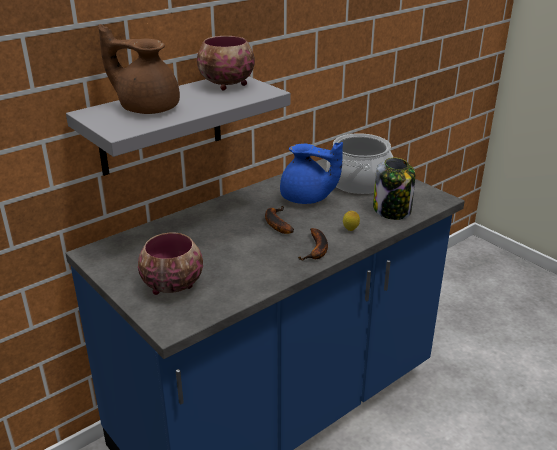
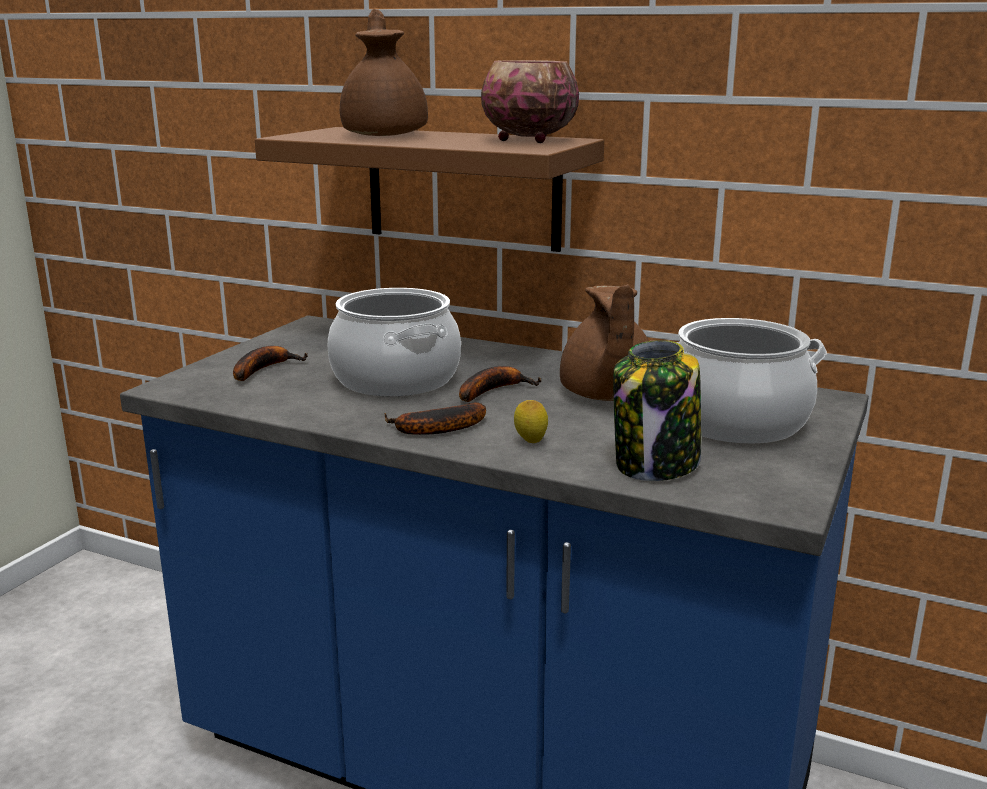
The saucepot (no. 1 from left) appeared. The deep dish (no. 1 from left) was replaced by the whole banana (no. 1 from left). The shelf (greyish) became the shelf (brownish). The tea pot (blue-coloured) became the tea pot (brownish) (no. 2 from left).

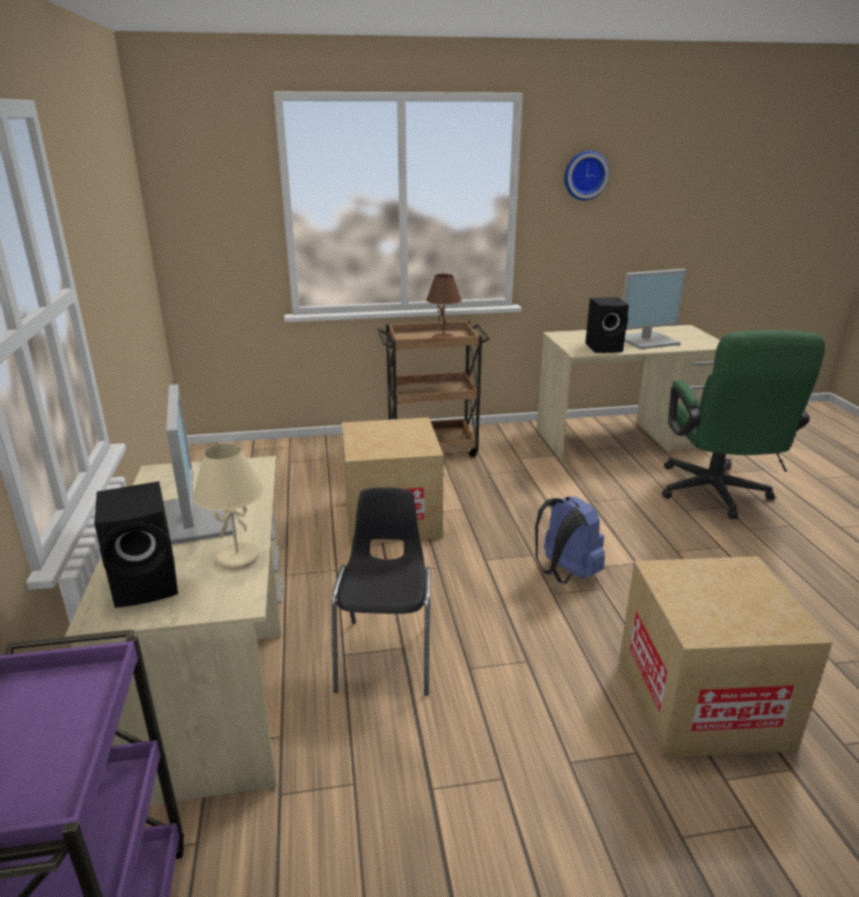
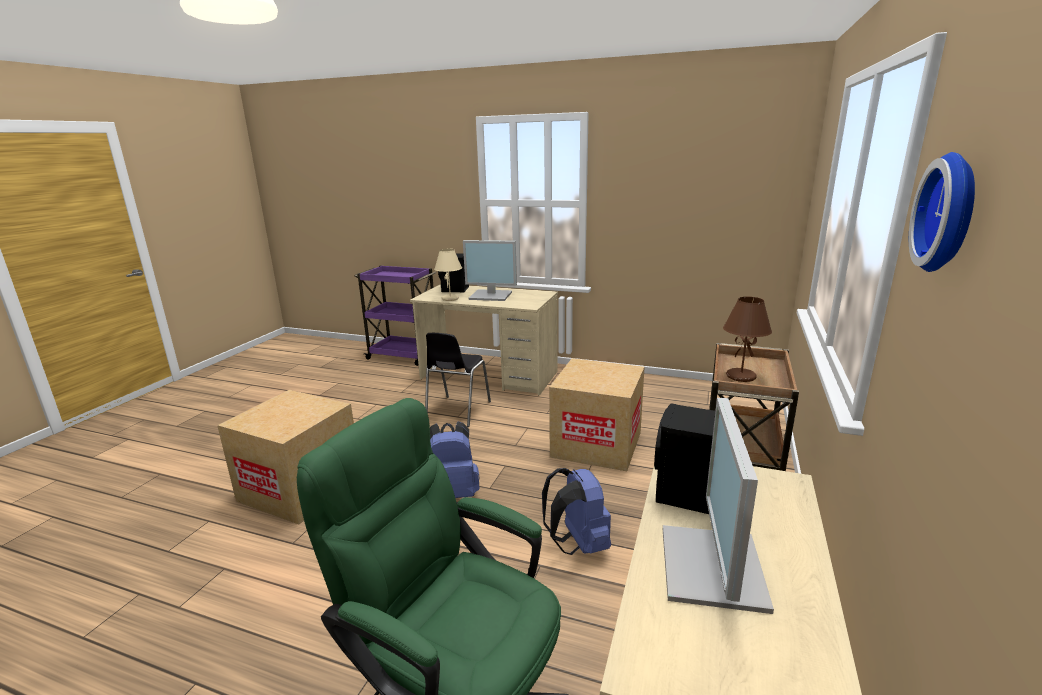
The knapsack (blue-coloured) (no. 2 from left) appeared. The chair (blackish) turned 75 degrees clockwise.

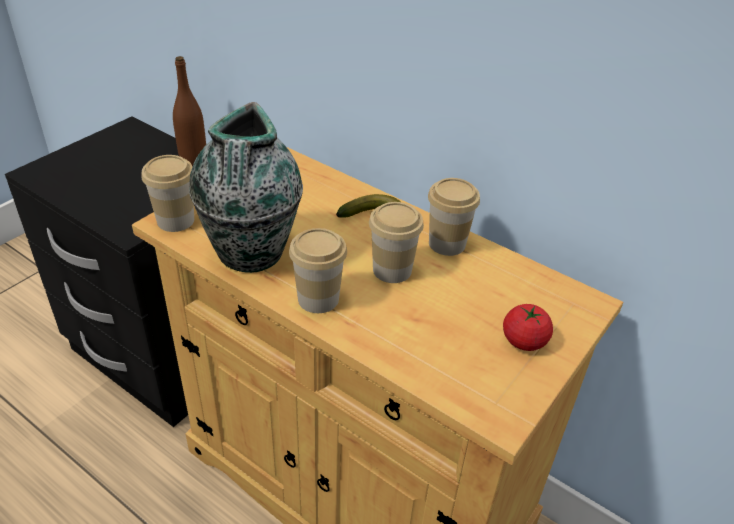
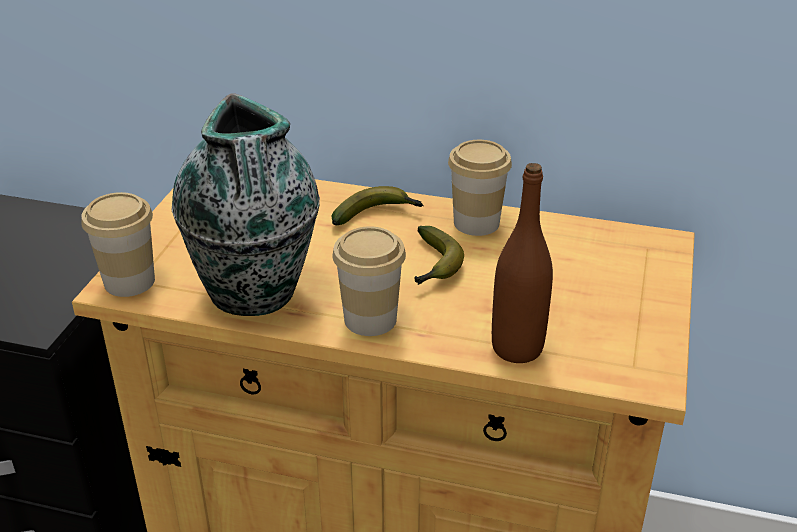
The whole tomato disappeared. The bottle (brownish) moved. The drinking cup (no. 3 from left) was replaced by the whole banana (no. 2 from left).

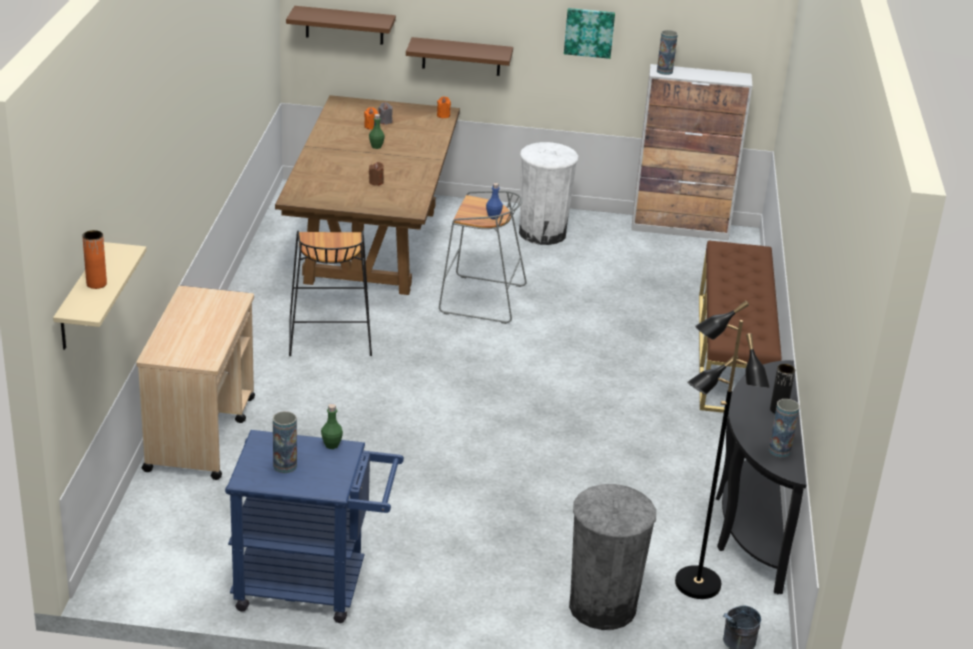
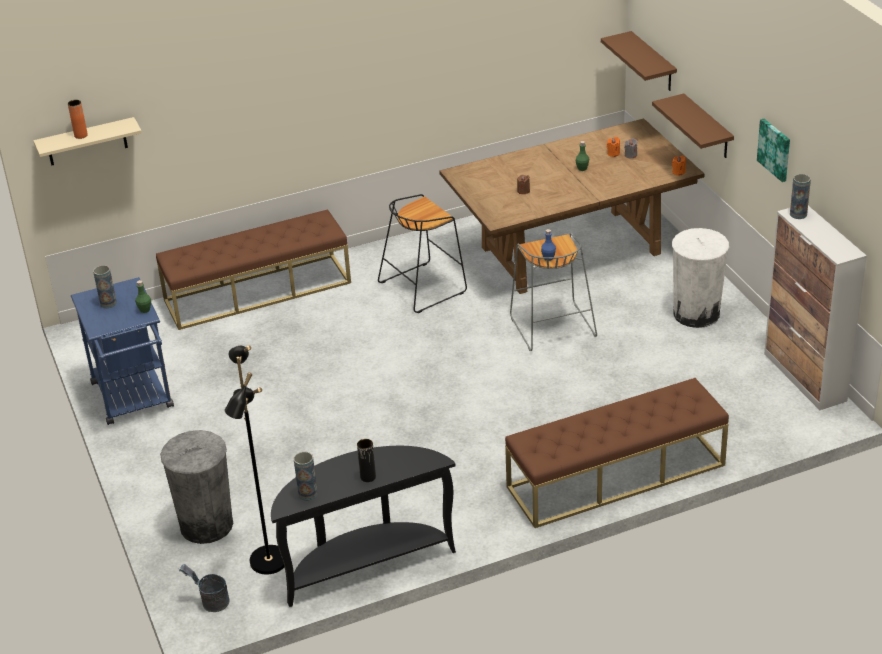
The wheeled cart (sand-coloured) was replaced by the long seat (brownish) (no. 1 from left).

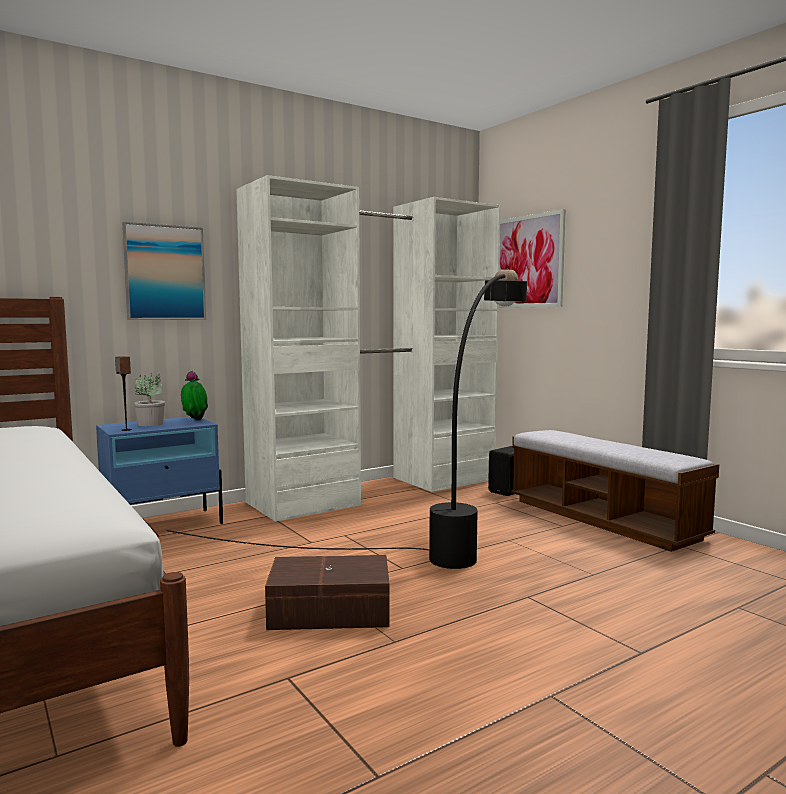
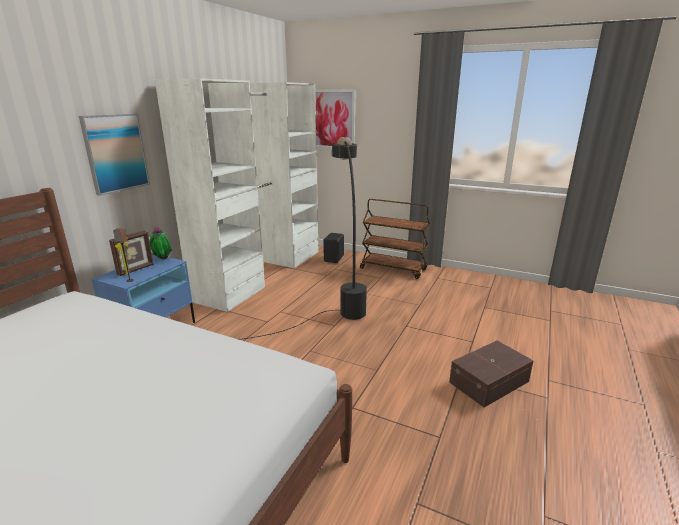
The storage container (brownish) moved. The houseplant (no. 1 from left) was replaced by the photo frame. The long seat was replaced by the wheeled cart (brownish).

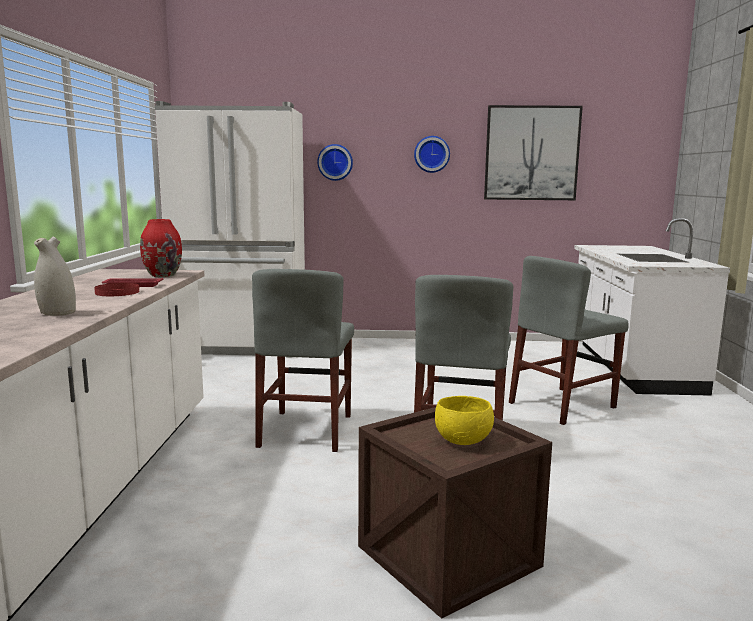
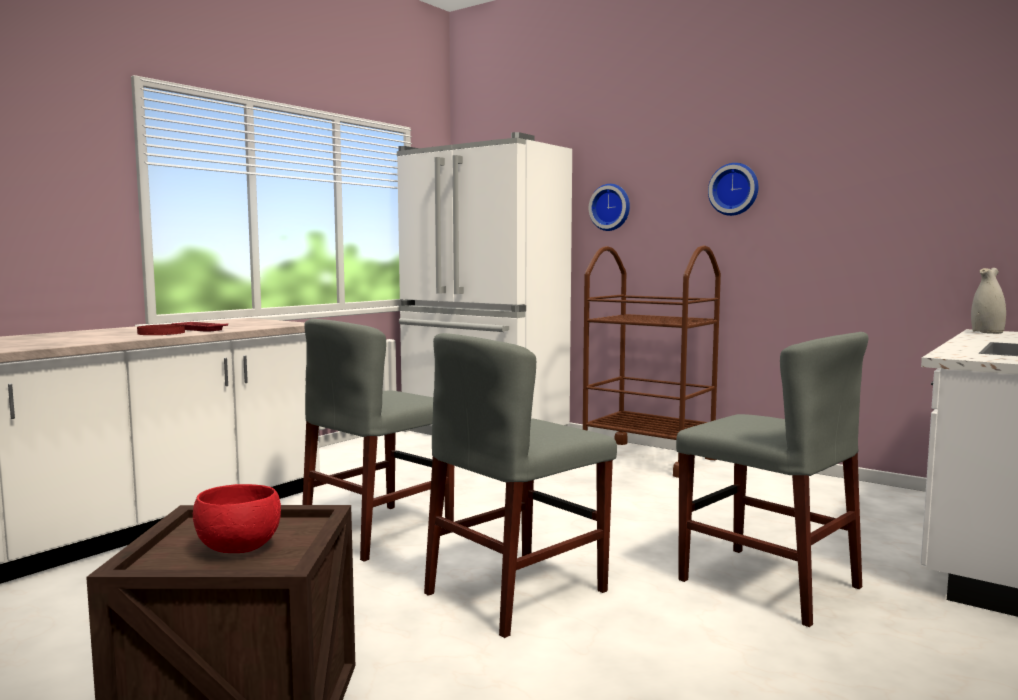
The flower vase (red) disappeared. The wall art disappeared. The wheeled cart (brownish) appeared. The flower vase (white) moved. The deep dish (yellow) became the deep dish (red). The chair (greyish) (no. 3 from left) turned 135 degrees counterclockwise.

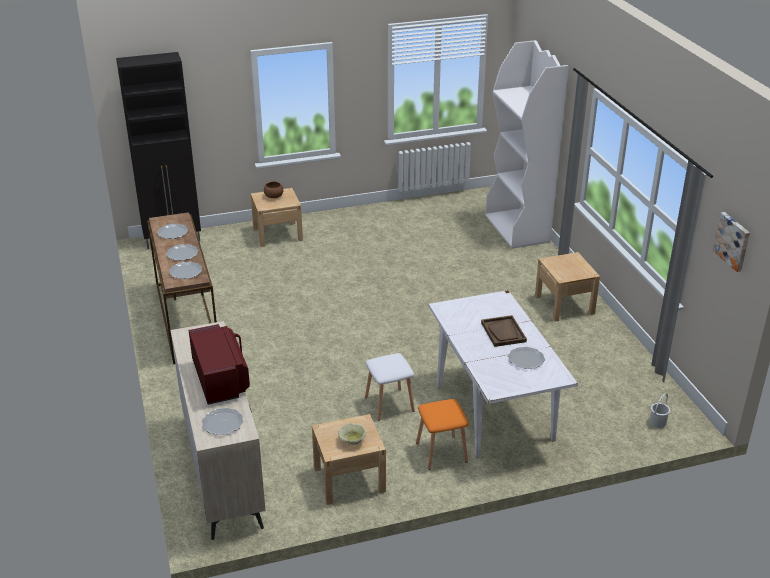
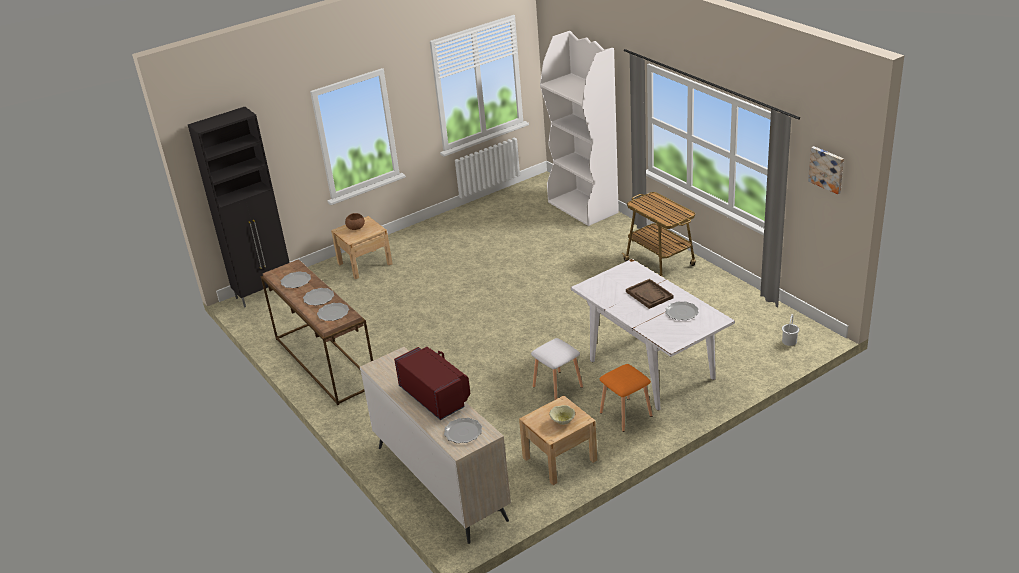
The bedside table (sand-coloured) (no. 3 from left) was replaced by the wheeled cart.

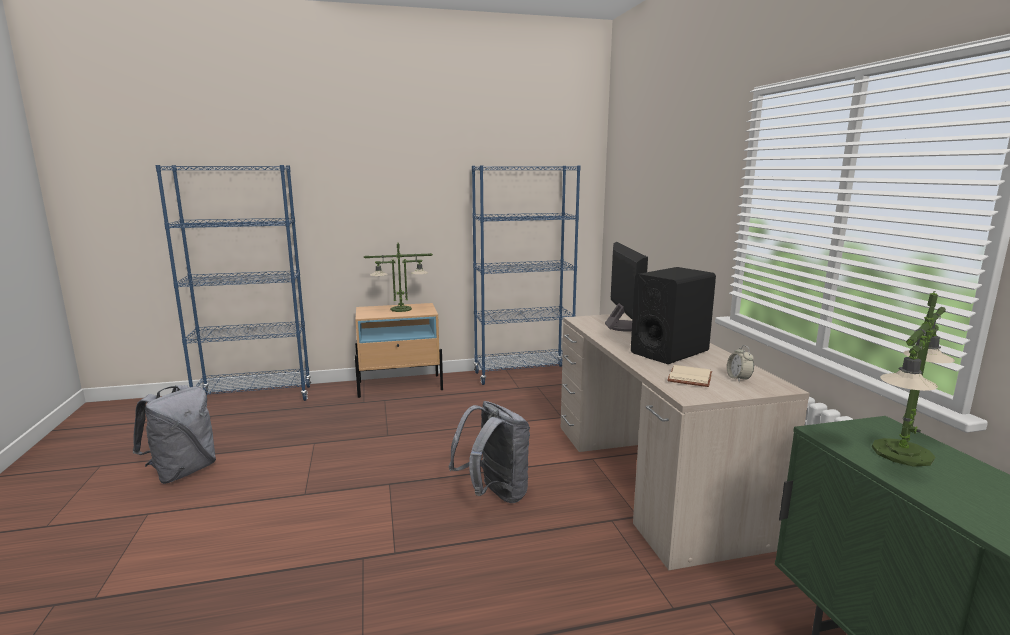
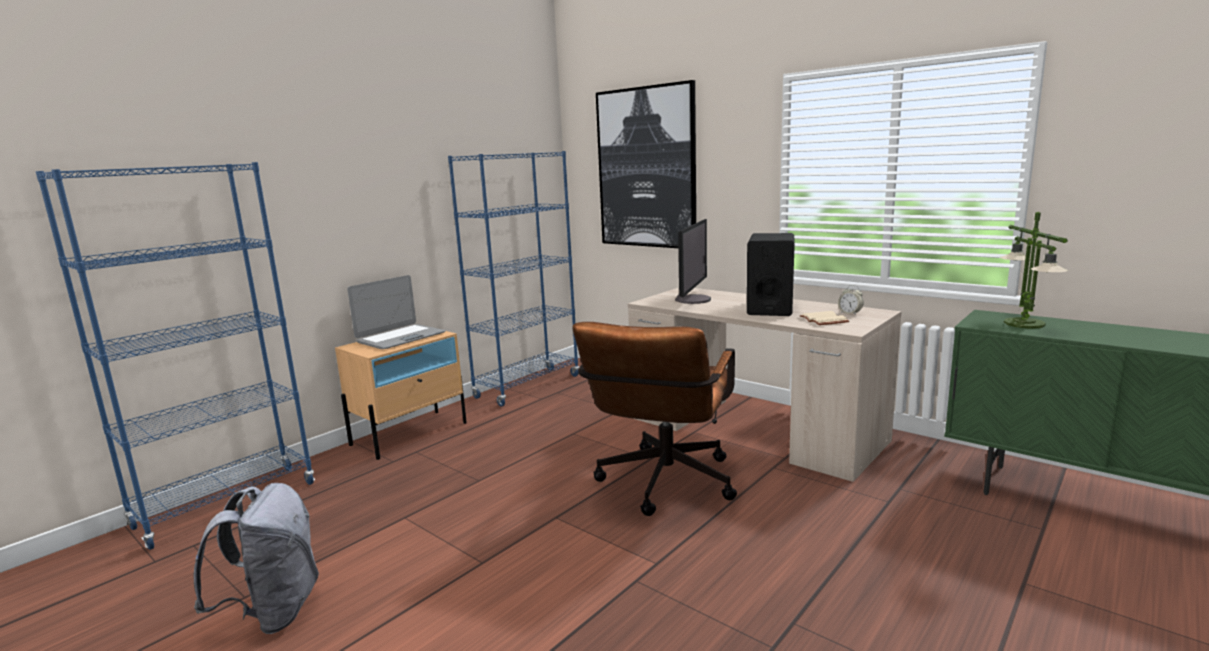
The wall art appeared. The table lamp (no. 1 from left) was replaced by the portable computer. The knapsack (greyish) (no. 2 from left) was replaced by the office chair (brownish). The computer screen turned 60 degrees clockwise.

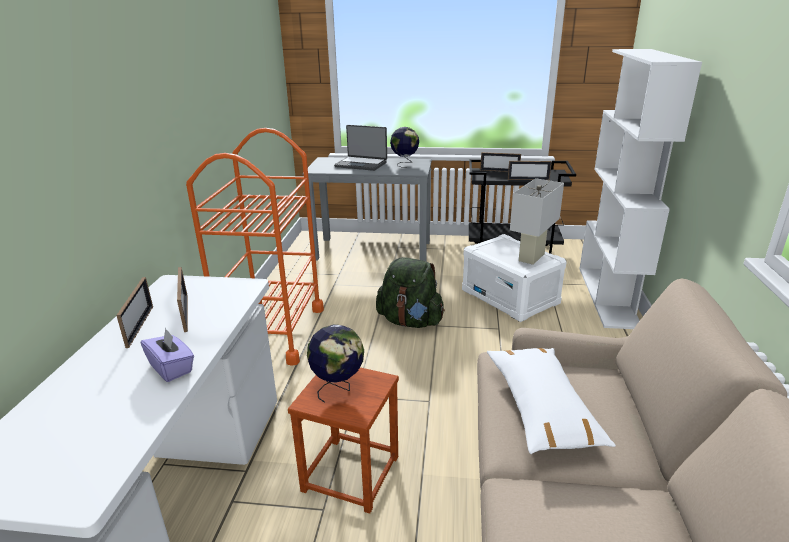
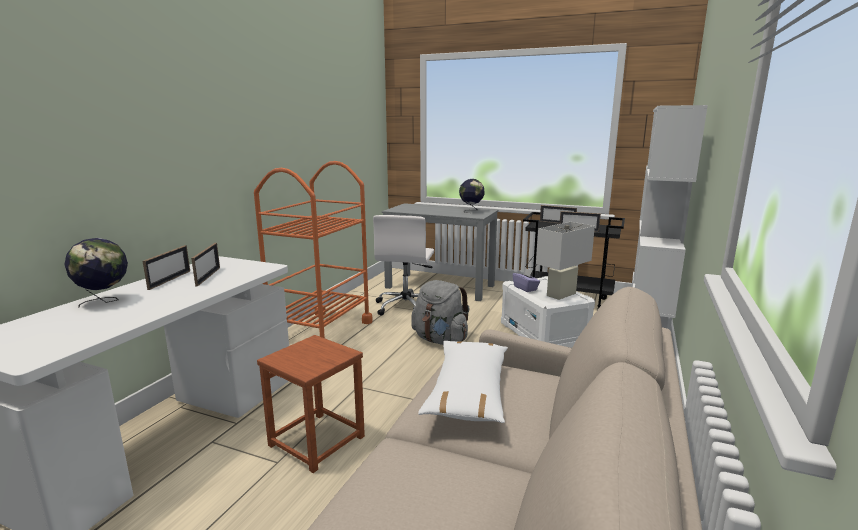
The portable computer disappeared. The office chair (white) appeared. The box of tissues (purple-coloured) moved. The globe (no. 1 from left) moved. The knapsack (green) became the knapsack (greyish).

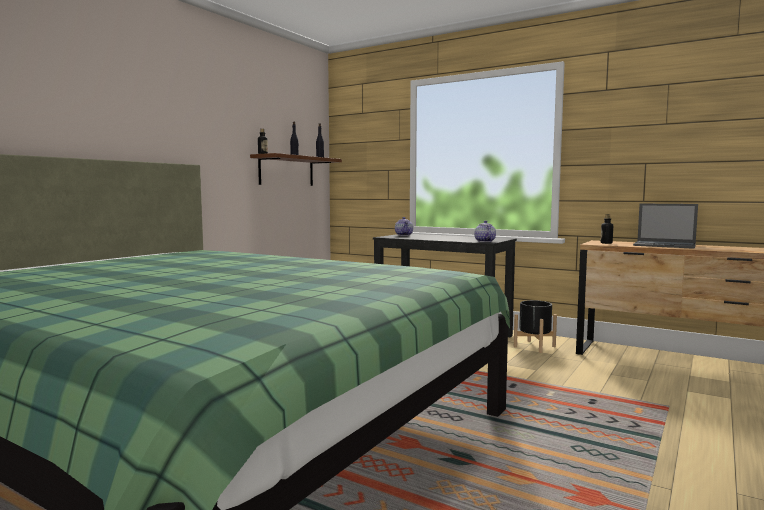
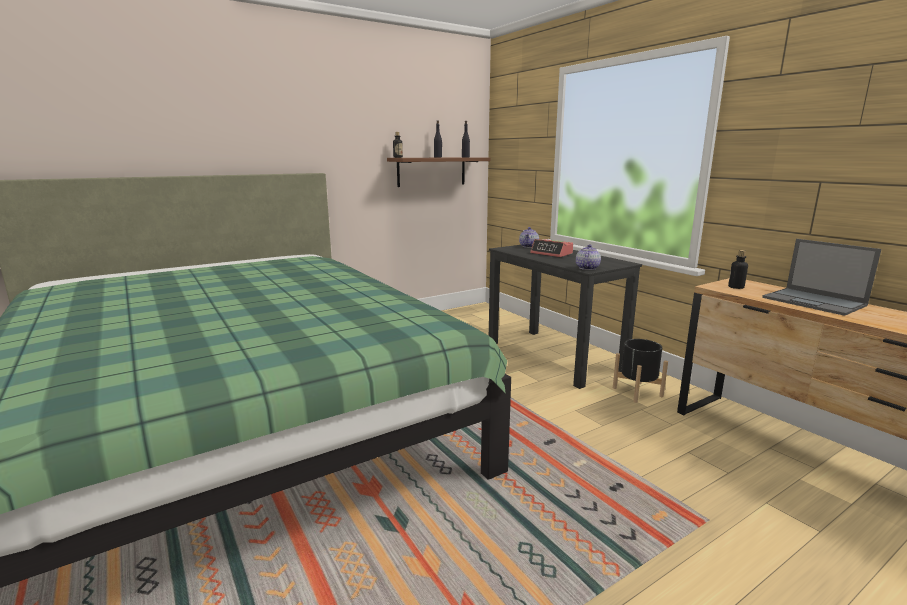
The alarm clock appeared.

